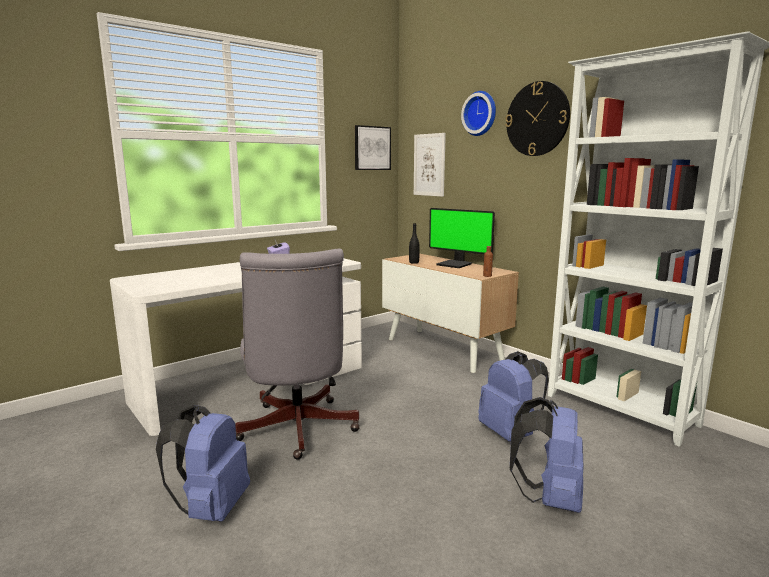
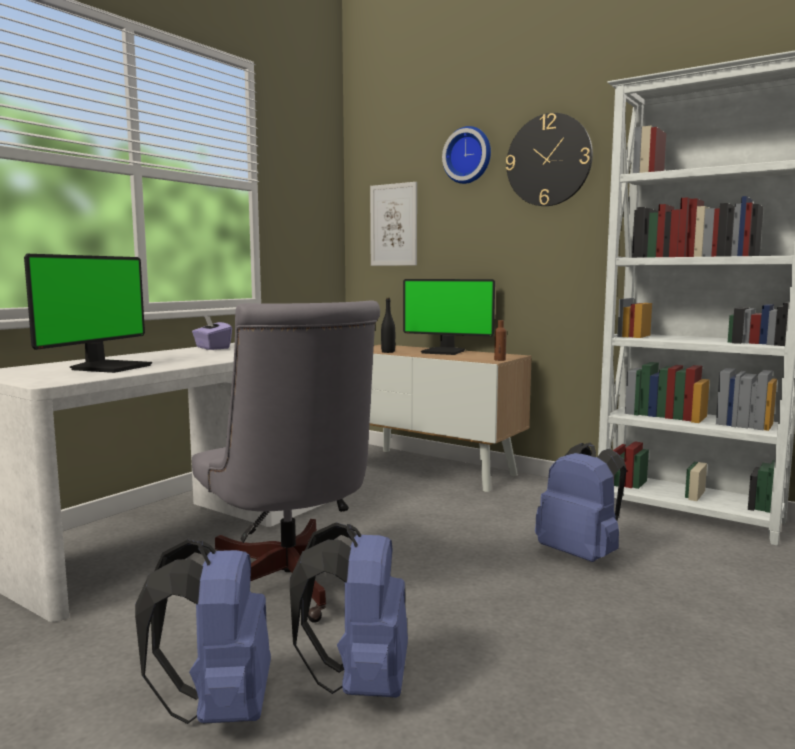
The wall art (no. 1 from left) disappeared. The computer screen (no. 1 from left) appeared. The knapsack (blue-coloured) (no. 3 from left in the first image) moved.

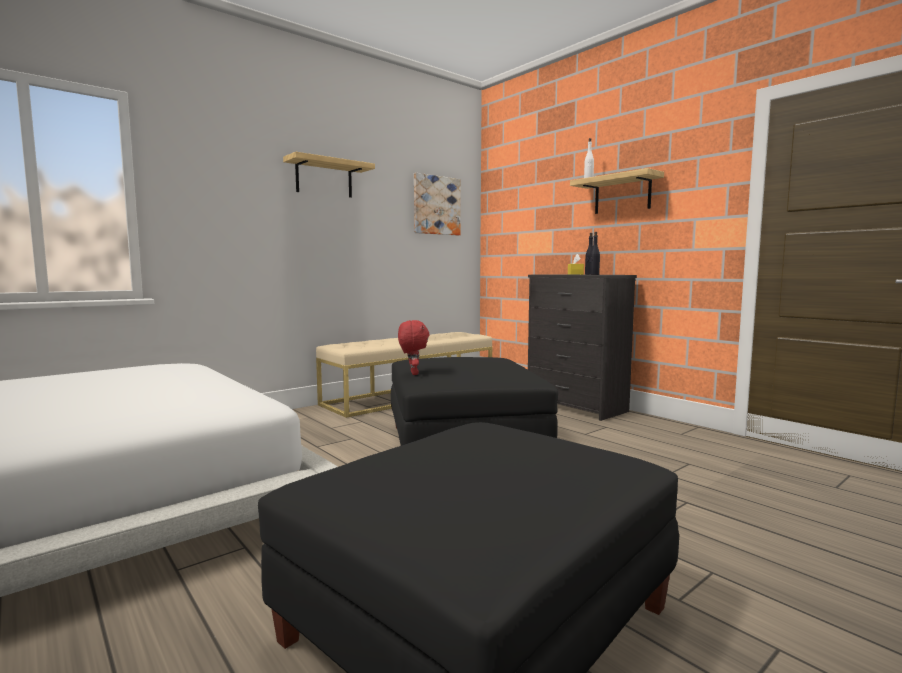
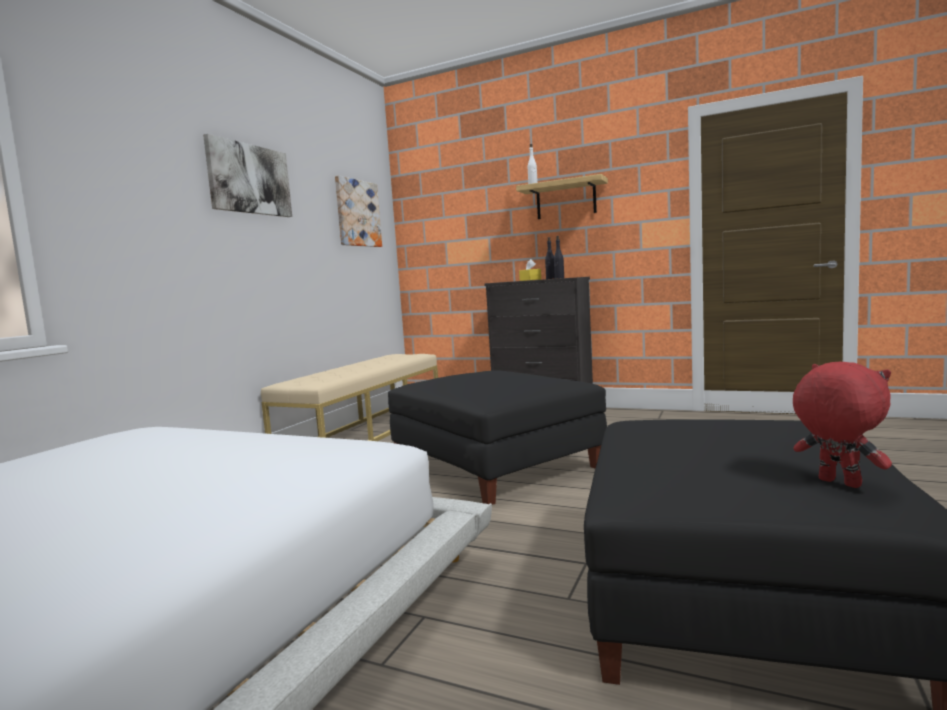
The plush toy (red) moved. The shelf (no. 1 from left) was replaced by the wall art (no. 1 from left).

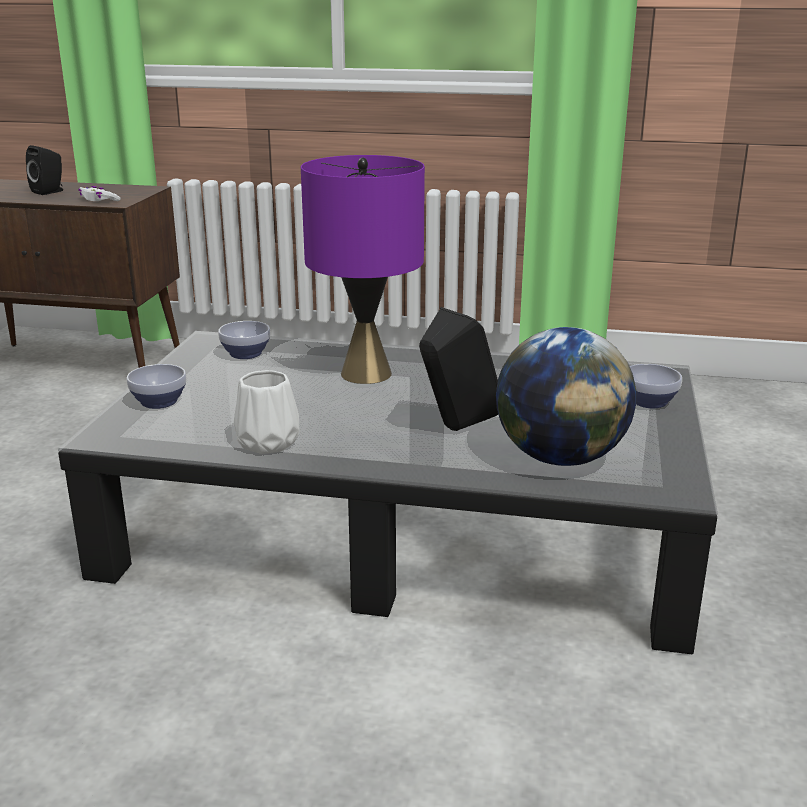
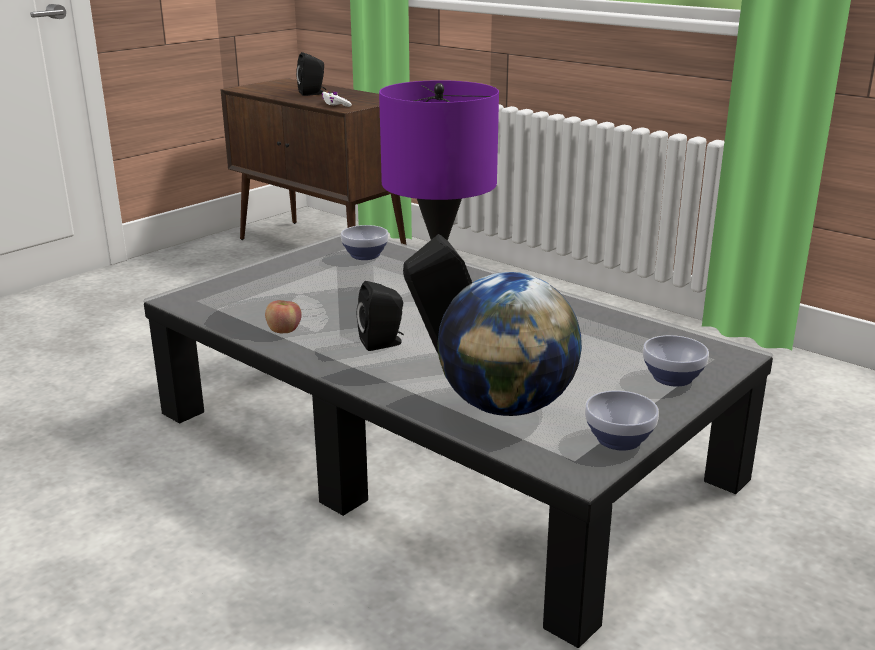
The loudspeaker (blackish) (no. 2 from left) appeared. The deep dish (no. 1 from left in the first image) moved. The flower vase (white) was replaced by the apple fruit.

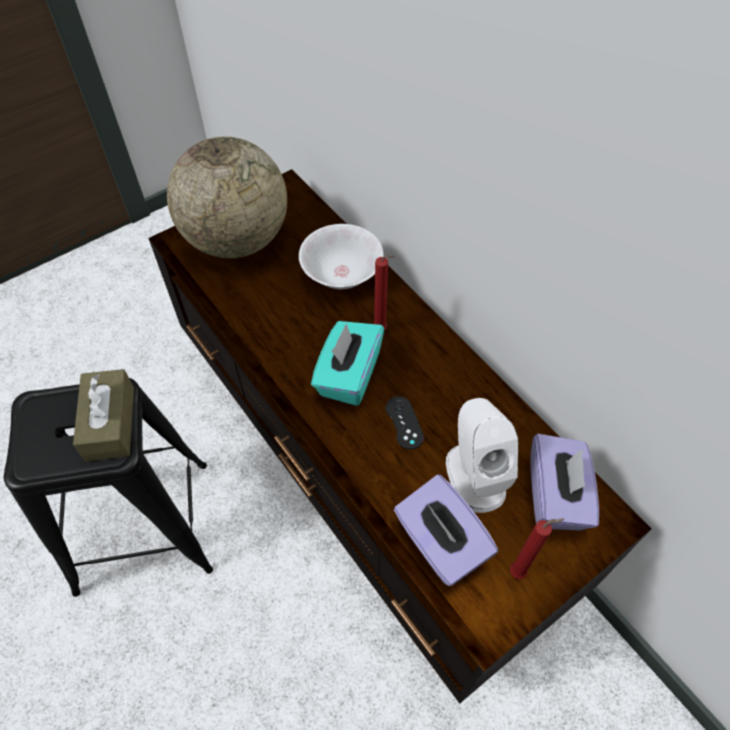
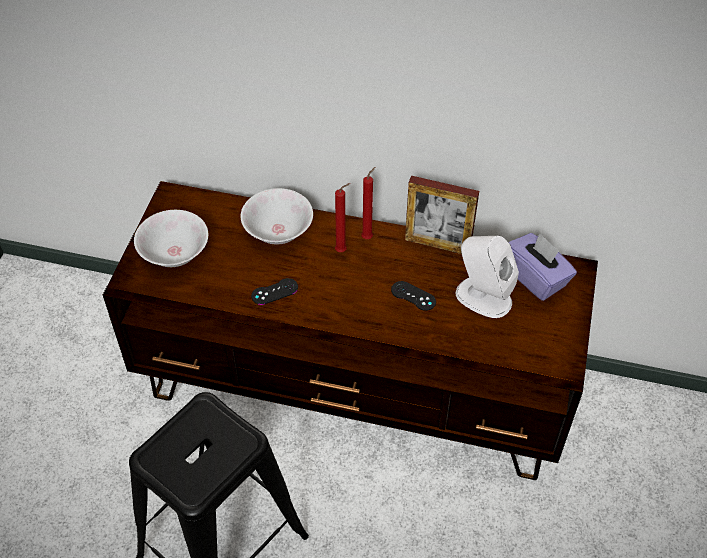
The box of tissues (brownish) disappeared. The box of tissues (turquoise) disappeared. The box of tissues (purple-coloured) (no. 1 from left) disappeared. The gamepad (blackish) (no. 1 from left) appeared. The photo frame appeared. The wax candle (red) (no. 2 from left) moved. The globe was replaced by the deep dish (white) (no. 1 from left).

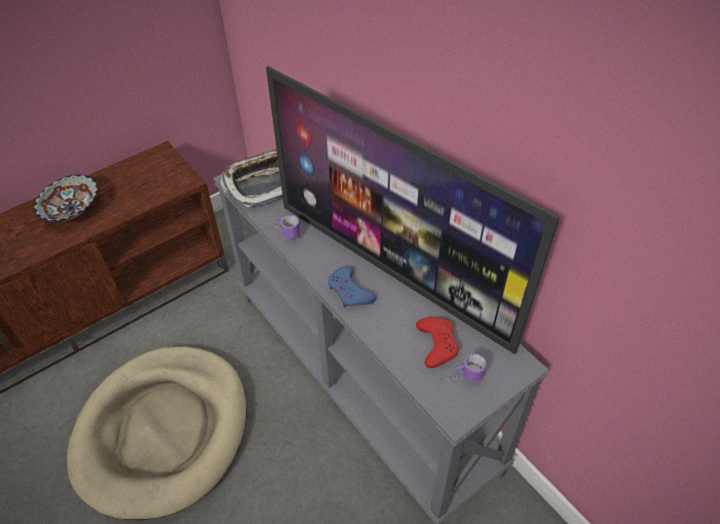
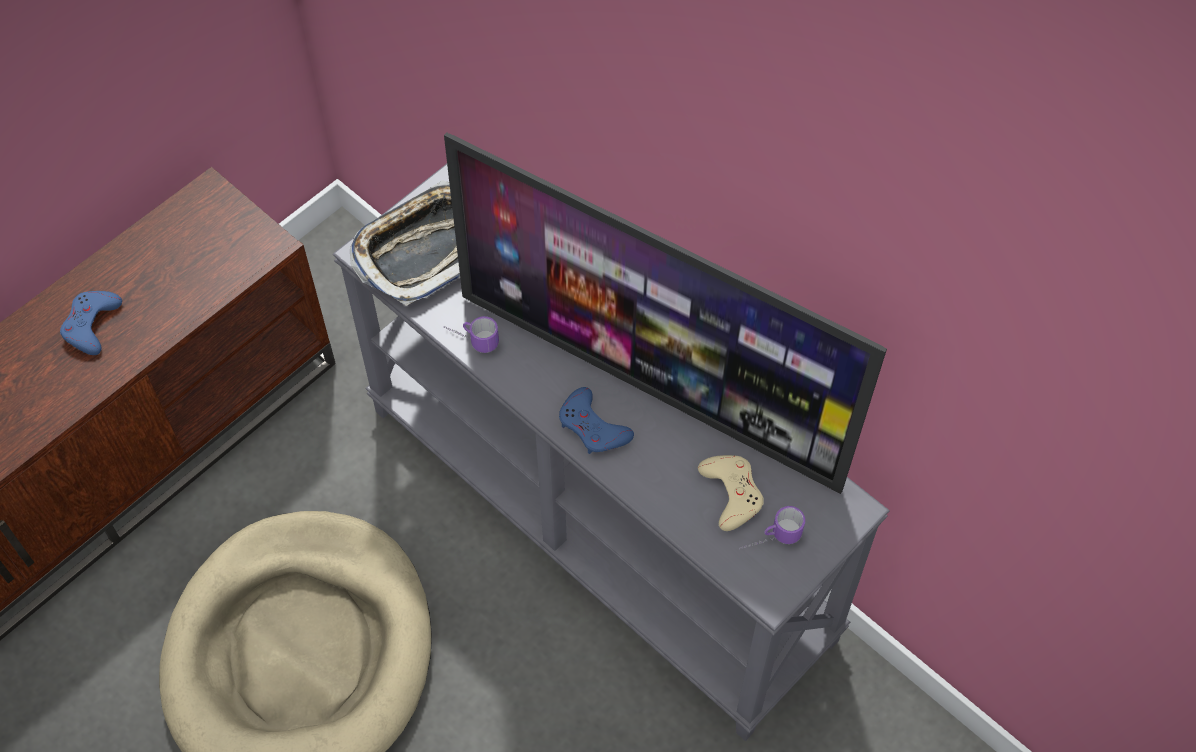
The deep dish was replaced by the gamepad (blue-coloured) (no. 1 from left). The gamepad (red) became the gamepad (sand-coloured).

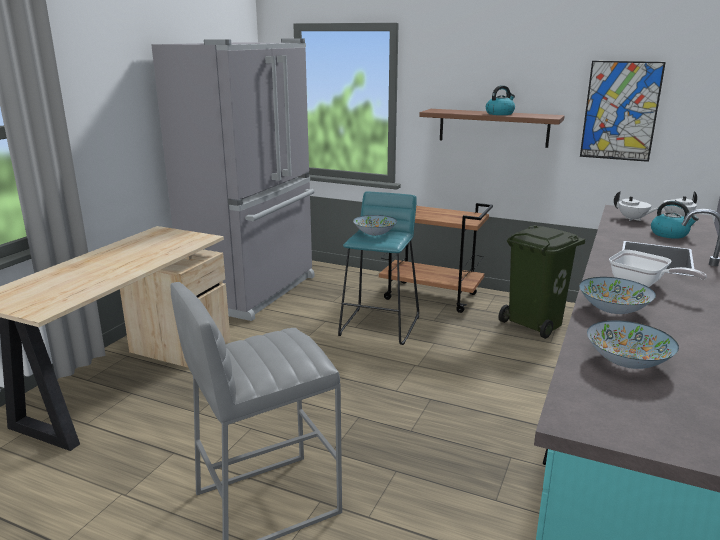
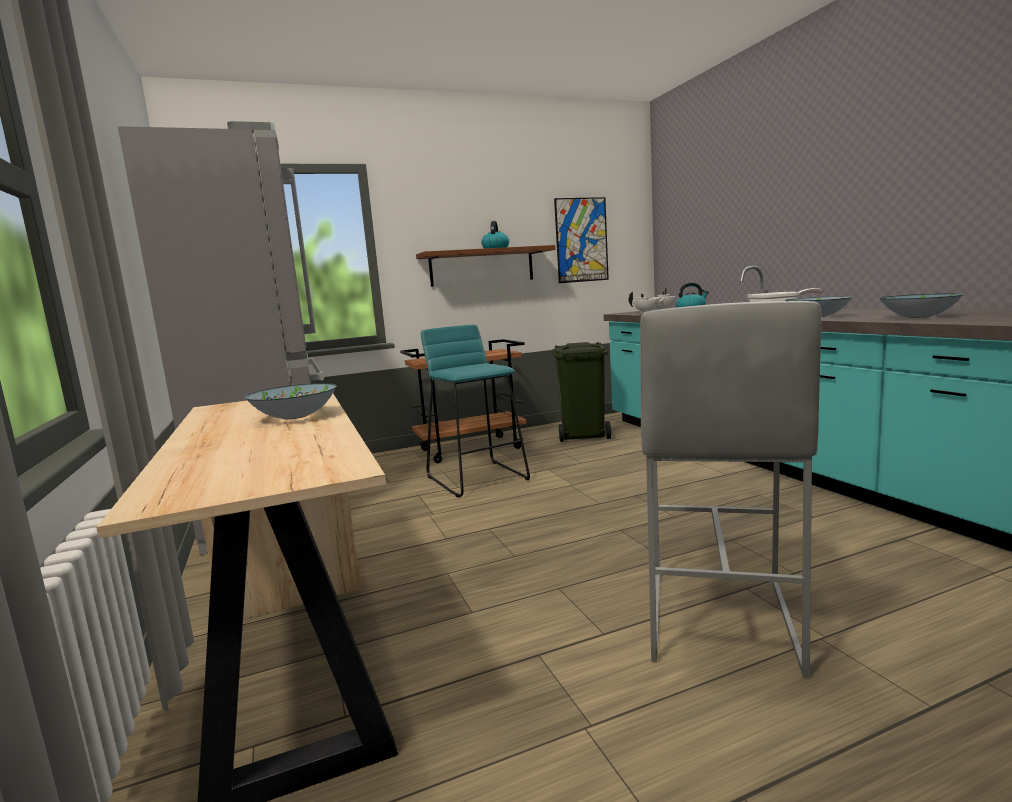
The deep dish (no. 1 from left) moved.

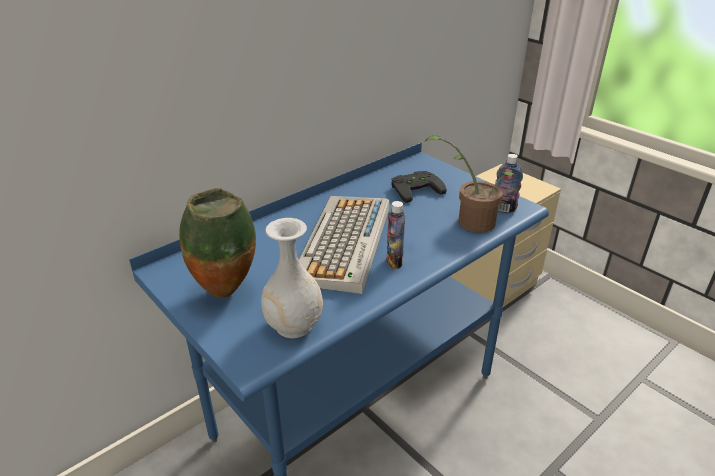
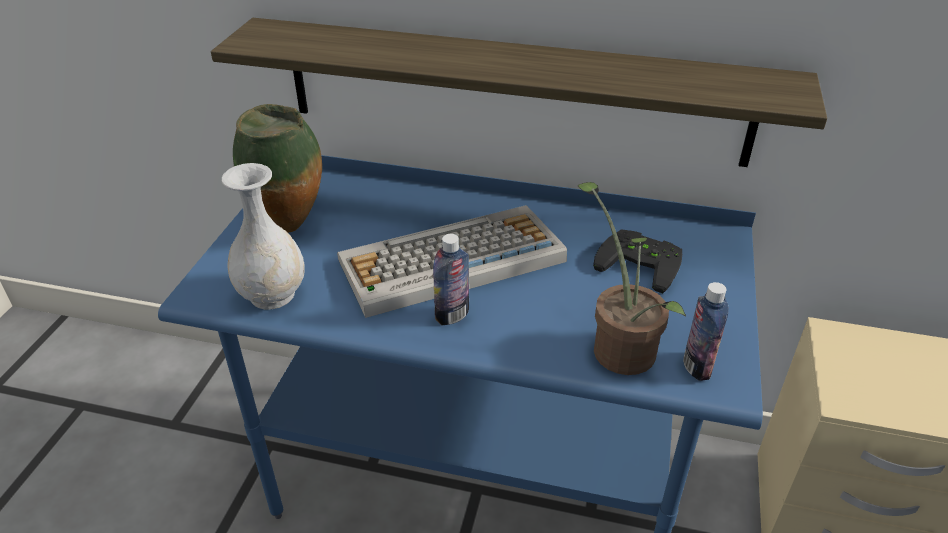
The shelf appeared.

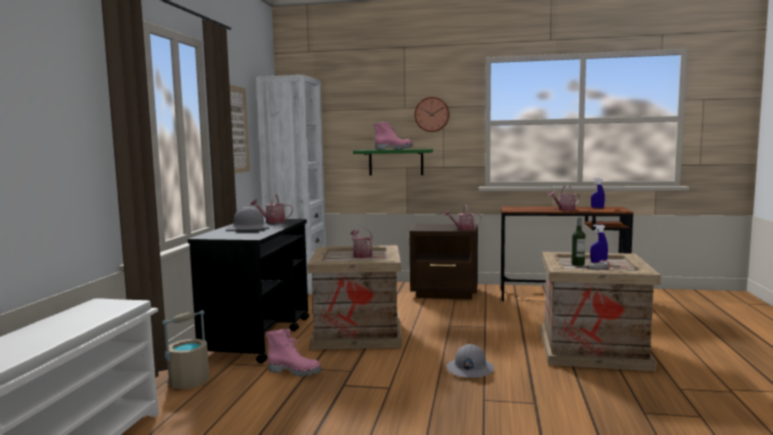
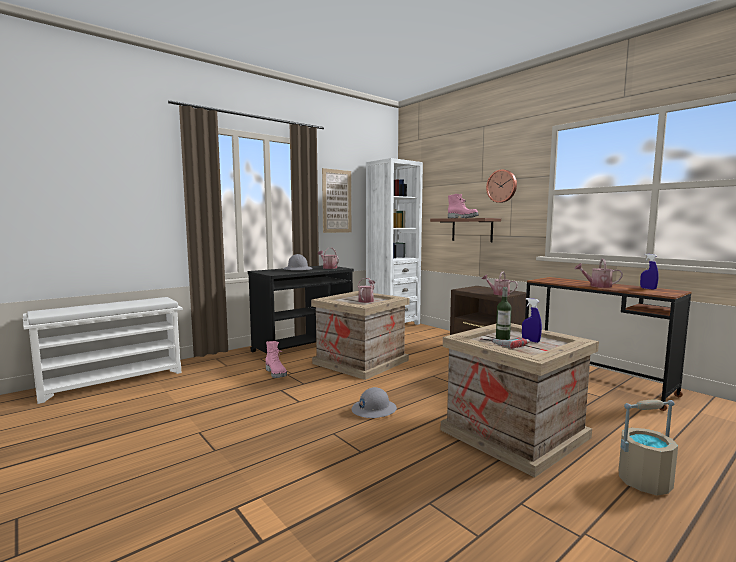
The pail (sand-coloured) moved. The shelf (green) became the shelf (brownish).

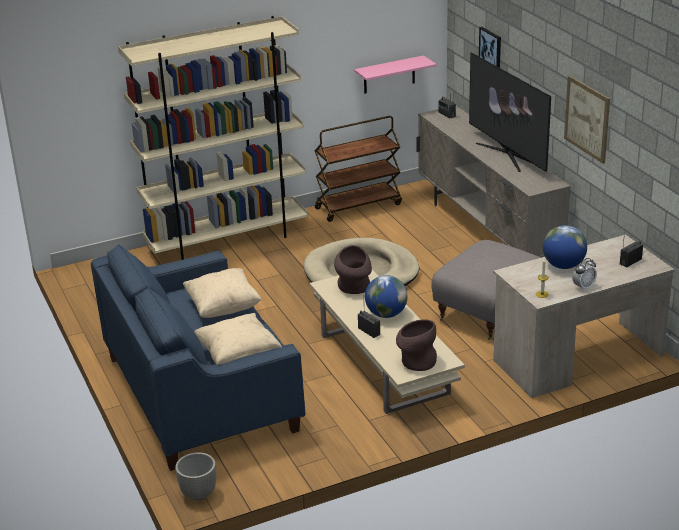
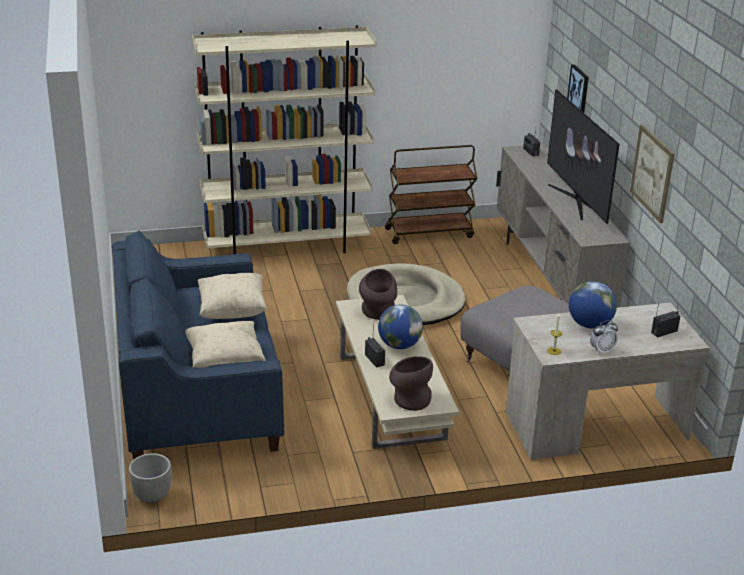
The shelf (pink) disappeared.

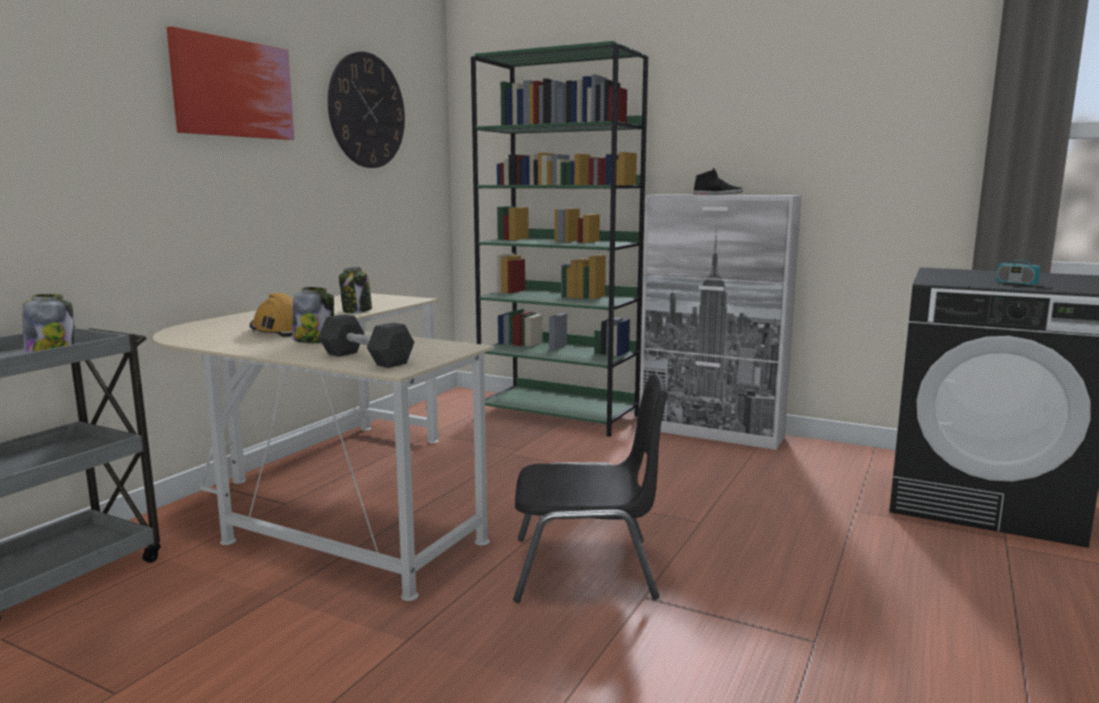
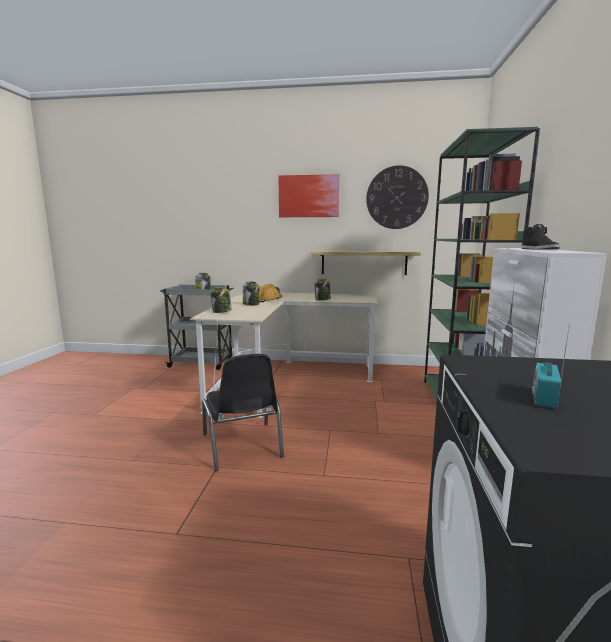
The shelf appeared. The free weight (greyish) was replaced by the storage jar (no. 2 from left).

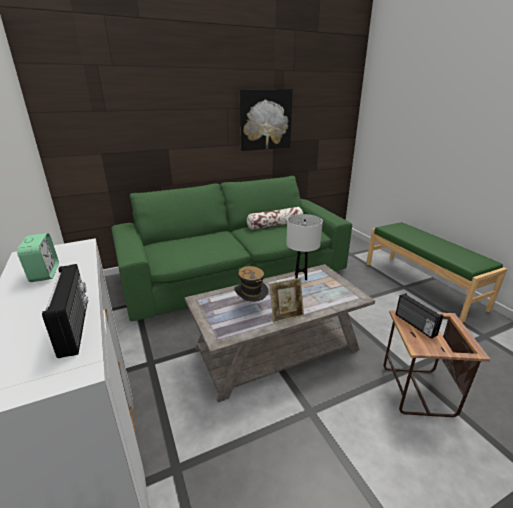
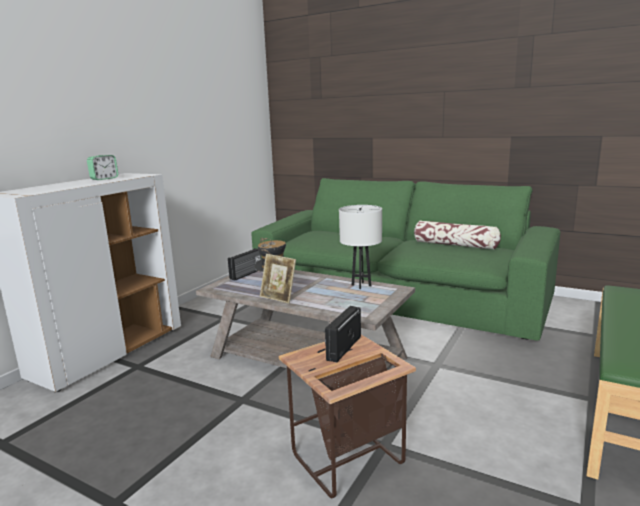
The wall art disappeared. The radio (no. 1 from left) moved.

